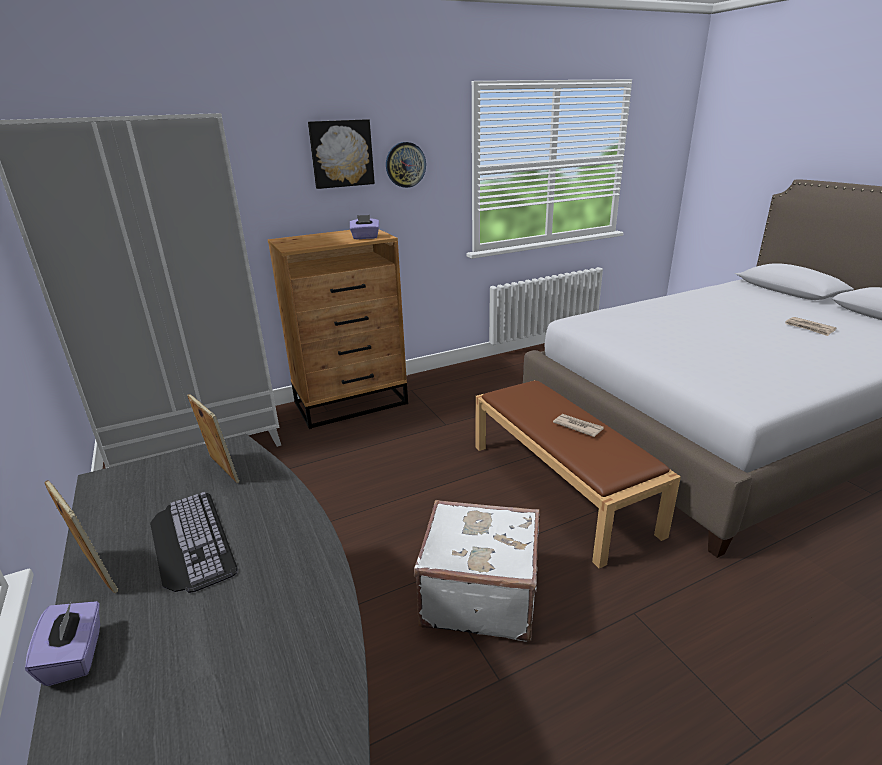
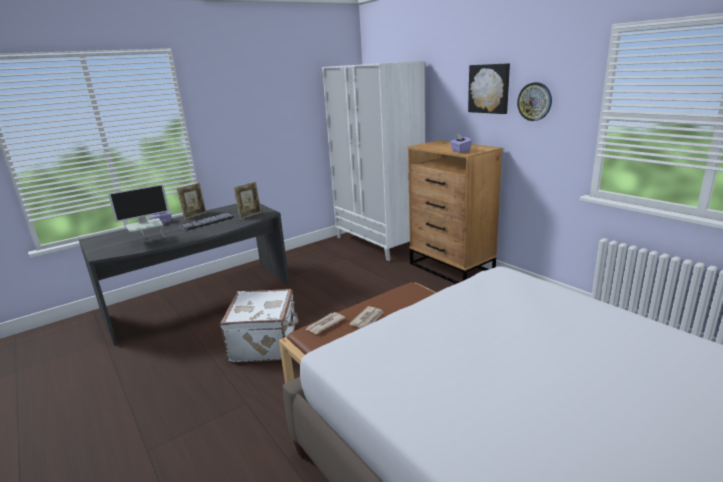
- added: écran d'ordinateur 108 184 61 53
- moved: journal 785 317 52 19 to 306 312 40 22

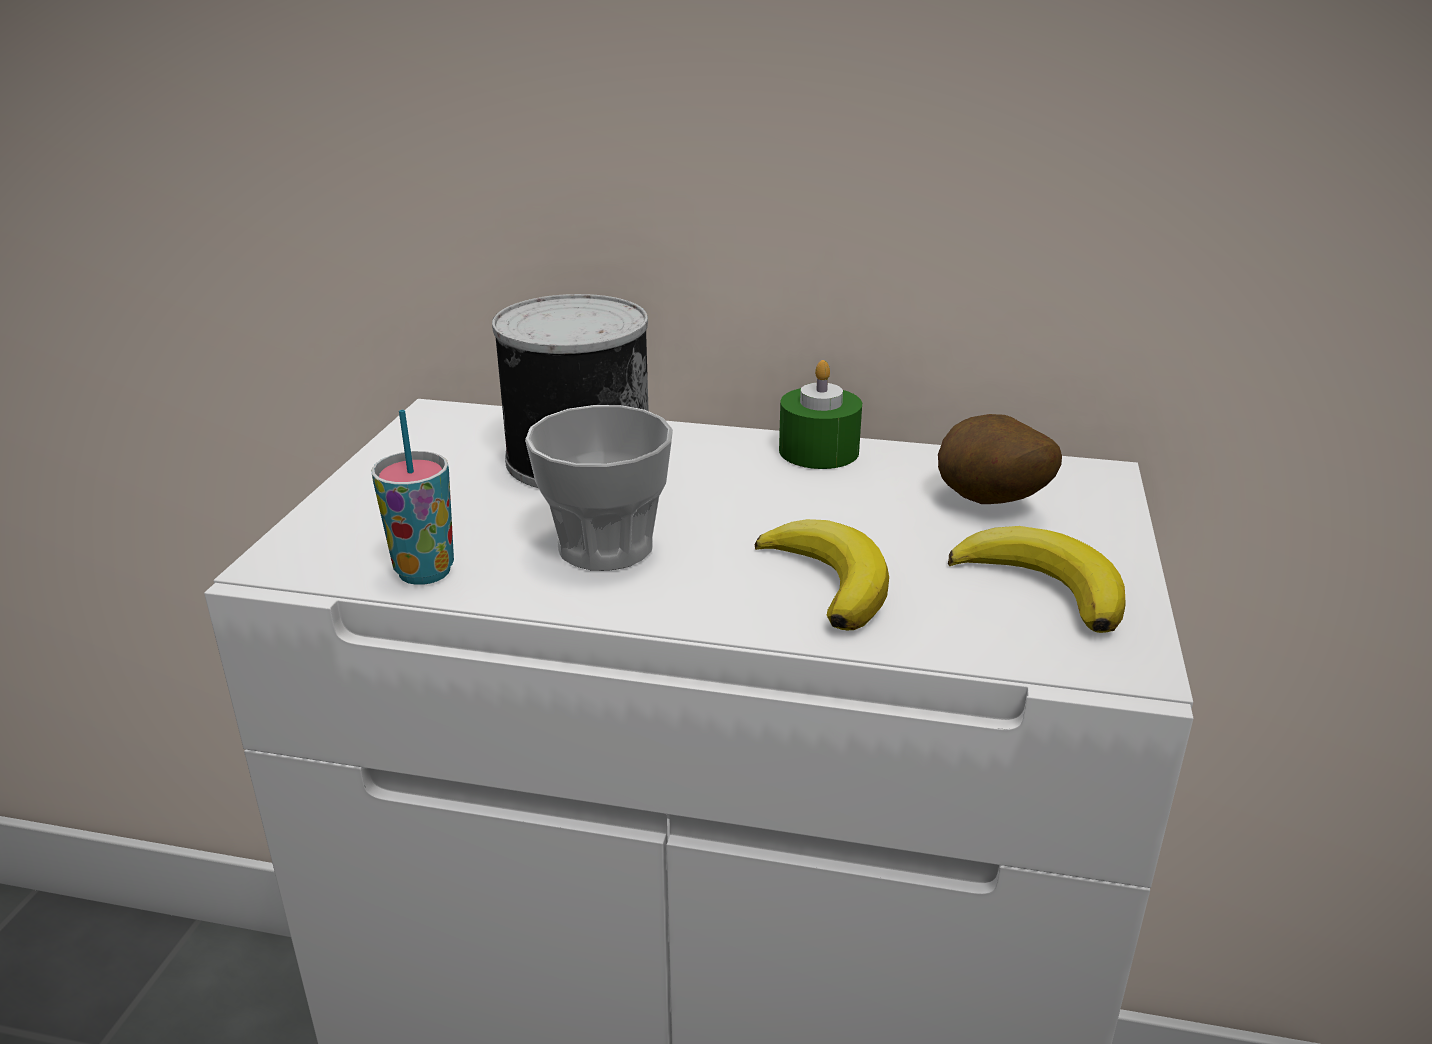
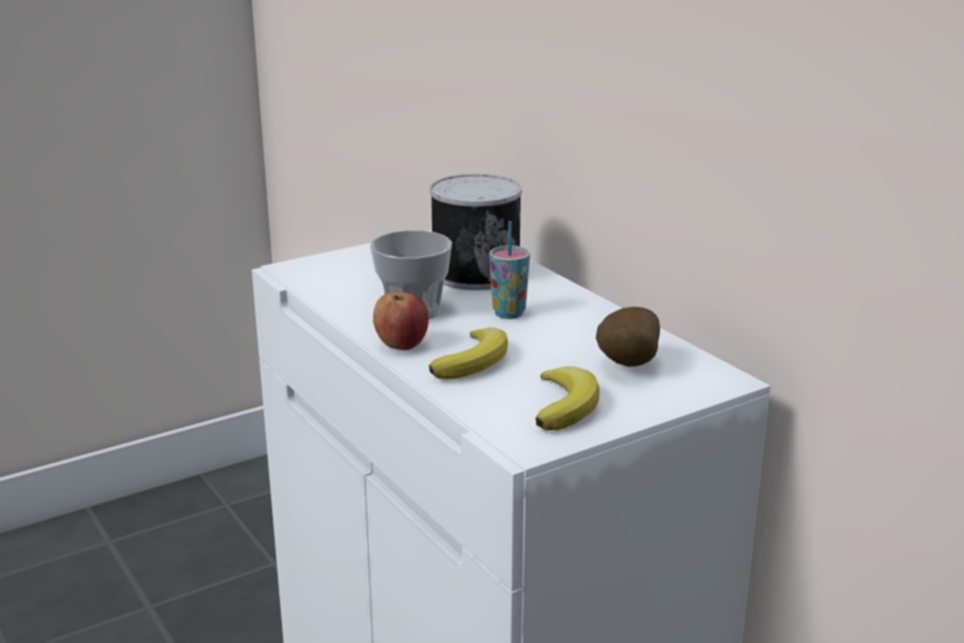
- added: pomme 373 291 56 59
- moved: tasse 371 410 83 175 to 489 221 41 98
- removed: bougie (vert) 779 360 83 109

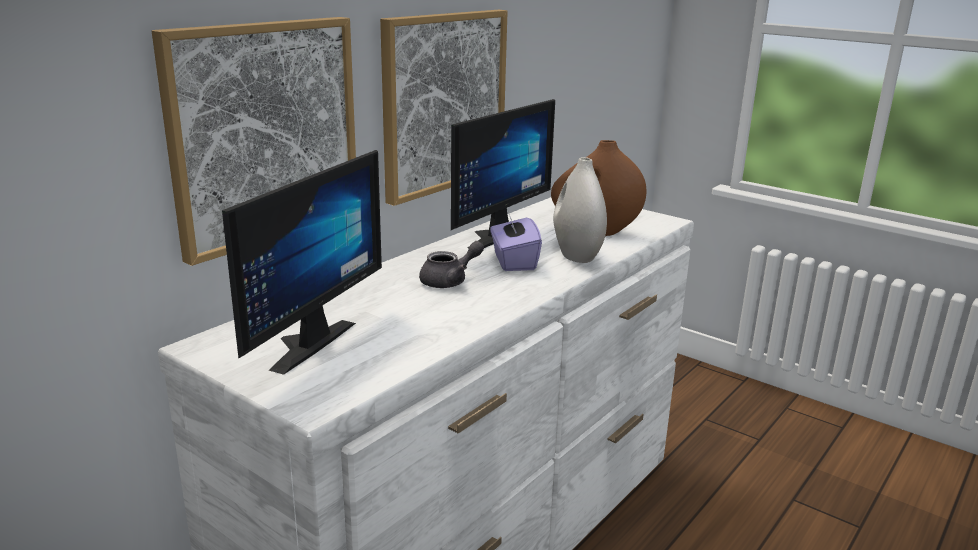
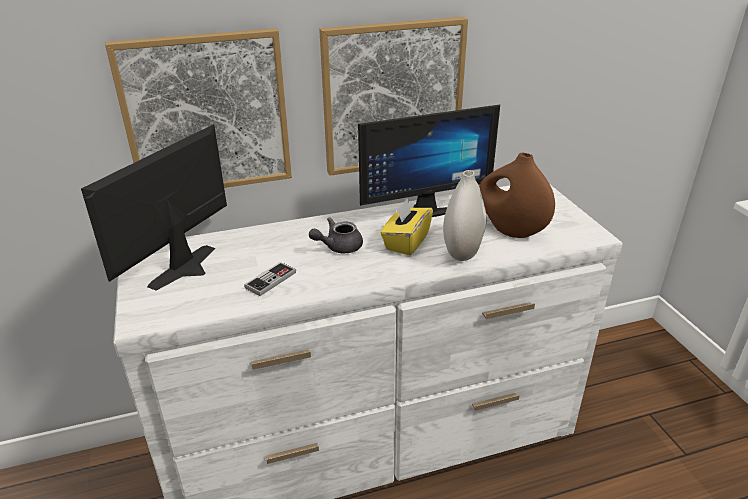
- turned: écran d'ordinateur 222 150 160 225 = 81 124 146 167 150 degrees clockwise
- added: manette 244 262 52 34
- turned: théière (gris) 419 241 65 47 = 309 217 54 36 150 degrees clockwise
- recoloured: boîte à mouchoirs (violet) 490 208 52 63 to boîte à mouchoirs (jaune) 380 198 53 57

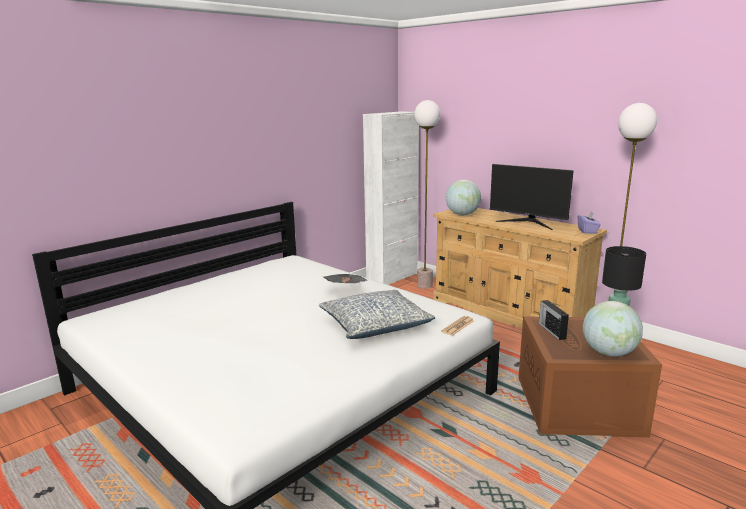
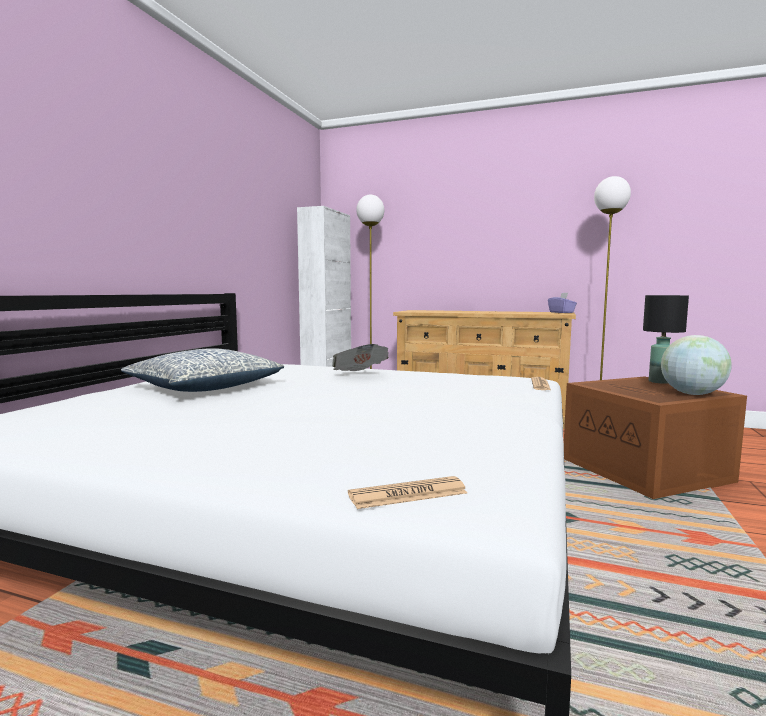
- moved: coussin 319 290 116 49 to 121 348 163 44
- added: journal 348 476 119 33
- removed: globe 446 180 35 35
- removed: écran d'ordinateur 490 164 84 66
- removed: radio 539 300 30 40

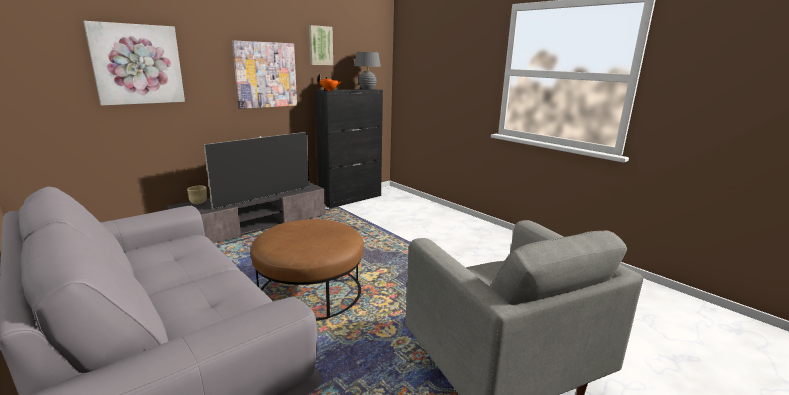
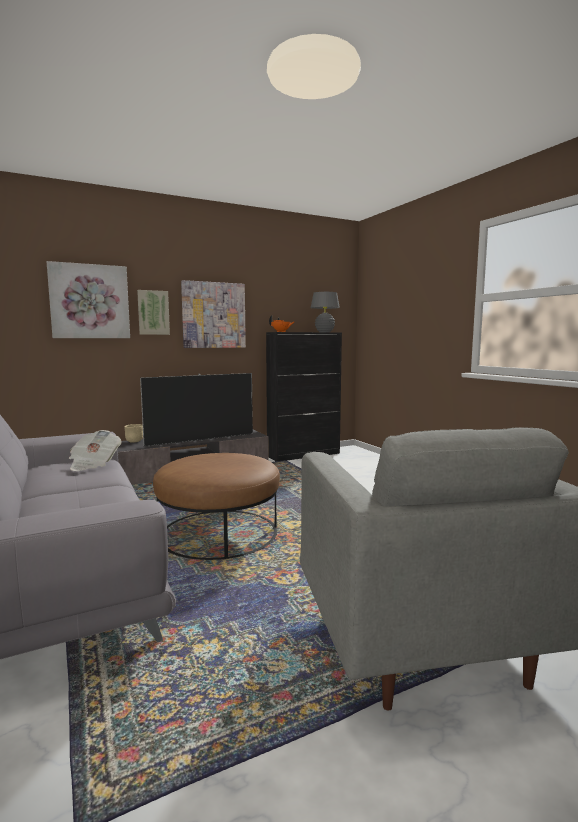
- added: journal 69 430 53 41
- moved: tableau 309 25 24 40 to 137 290 33 45

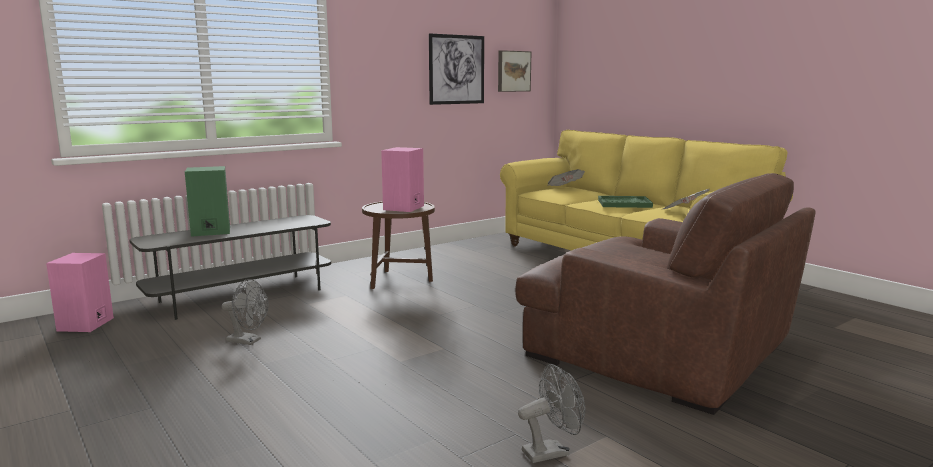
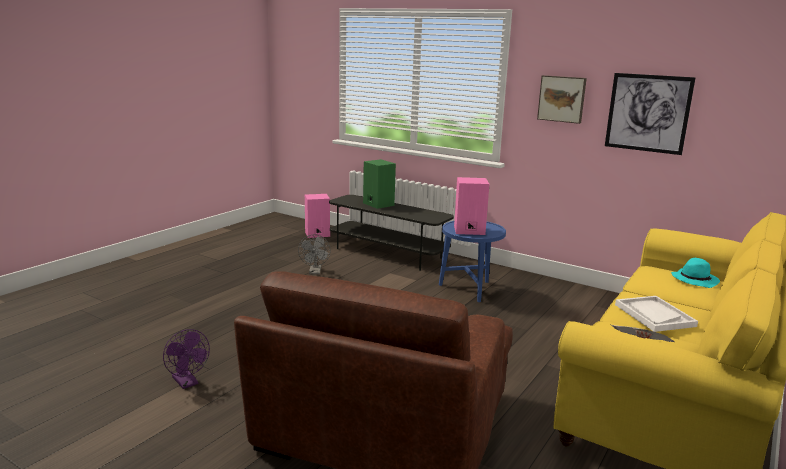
- recoloured: ventilateur (gris) 518 364 68 99 to ventilateur (violet) 163 329 47 60
- recoloured: table d'appoint (marron) 362 201 73 88 to table d'appoint (bleu) 439 221 67 81
- moved: tableau 498 50 33 42 to 537 75 50 49
- recoloured: plateau (vert) 598 196 55 12 to plateau (blanc) 615 296 83 36
- replaced: journal 547 169 38 17 to chapeau (turquoise) 671 258 49 30

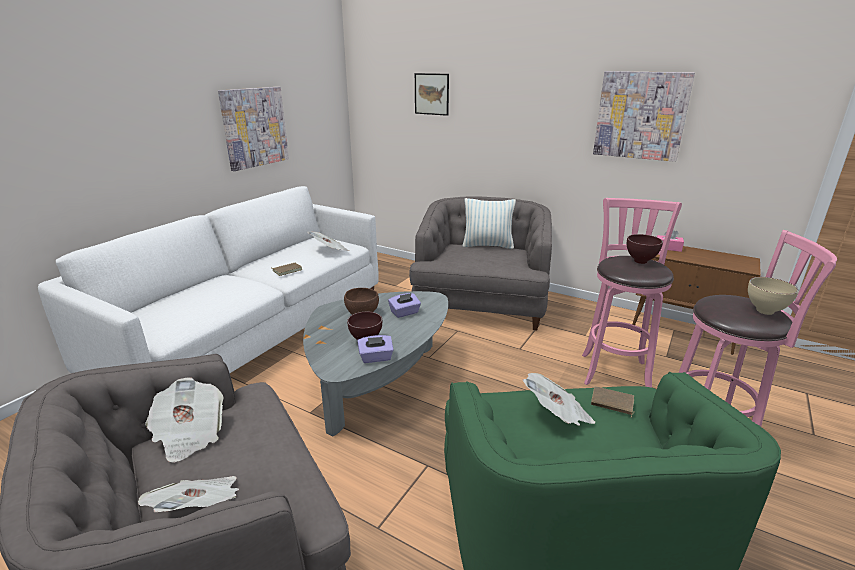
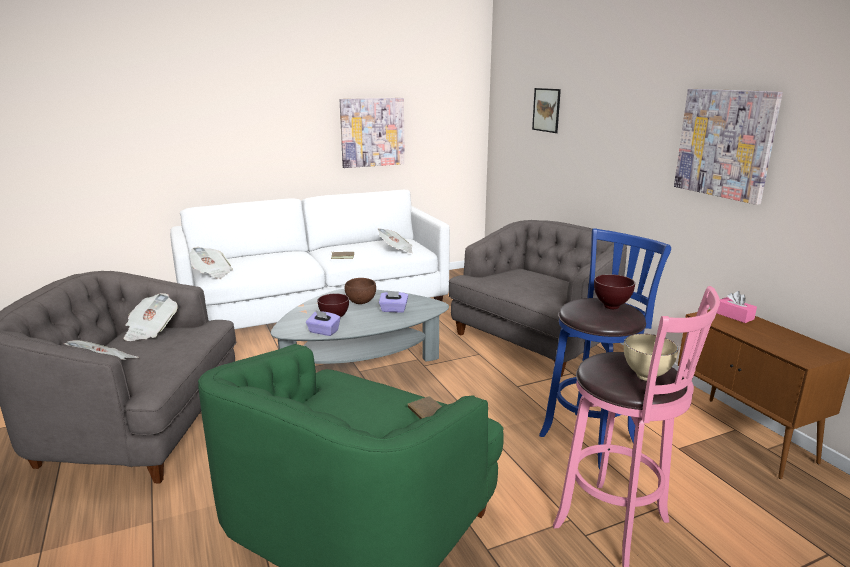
- moved: journal 523 373 72 53 to 189 247 44 32
- recoloured: tabouret (rose) 582 198 100 190 to tabouret (bleu) 539 228 132 242
- removed: coussin 462 198 54 51

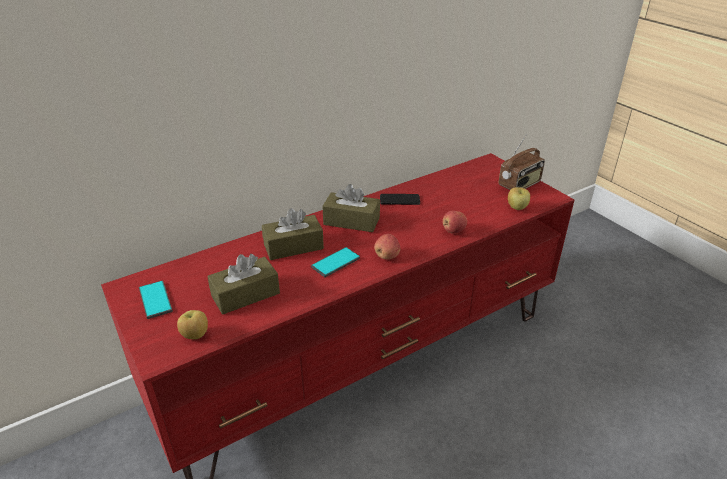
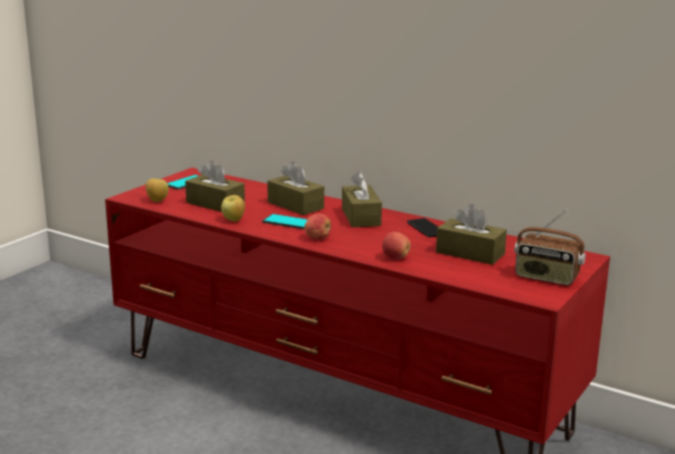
- moved: pomme 508 187 22 23 to 221 195 24 26
- added: boîte à mouchoirs (marron) 436 204 71 61

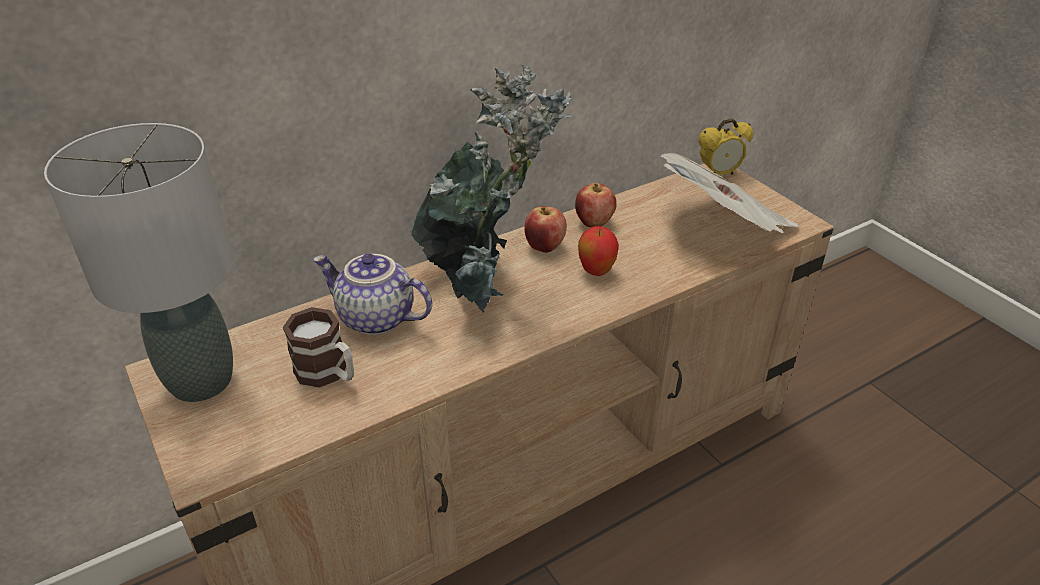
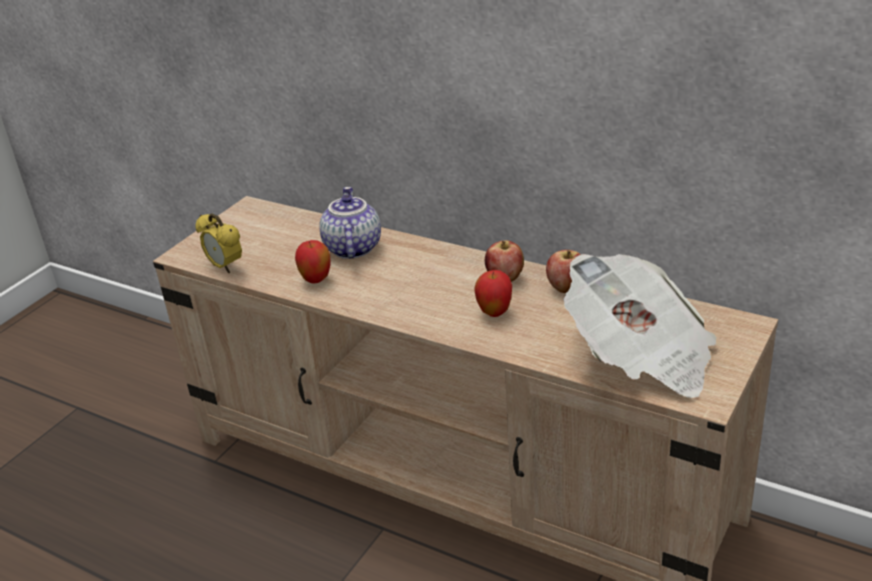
- moved: réveil 699 118 54 57 to 195 213 47 60
- added: pomme 295 240 36 43
- removed: lampe de table (gris) 44 123 190 279
- removed: mug 283 307 71 81
- removed: plante en pot 411 65 161 248

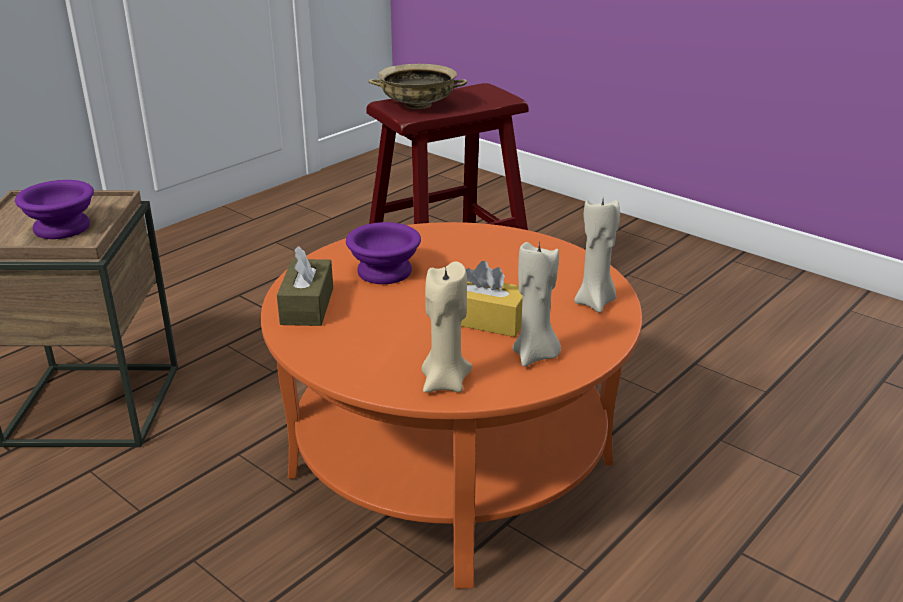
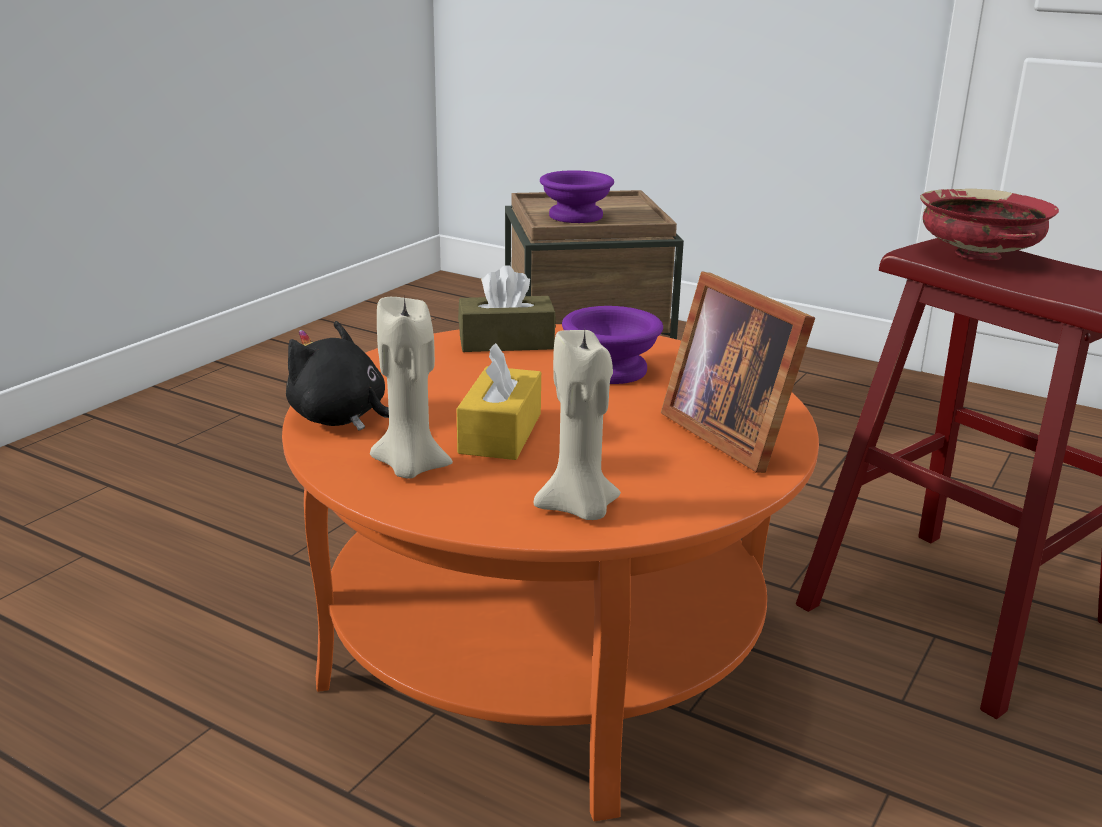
- replaced: bougie (beige) 422 261 50 132 to peluche (noir) 286 321 103 109
- added: cadre photo 661 272 154 201
- recoloured: bol (beige) 368 64 99 45 to bol (rouge) 920 189 139 72

